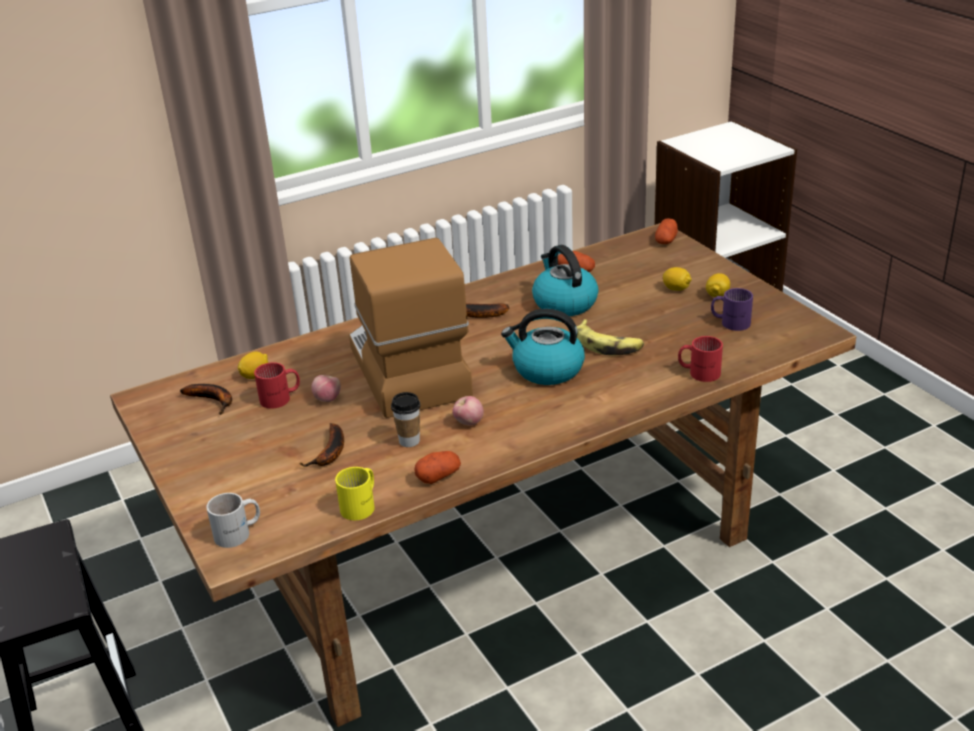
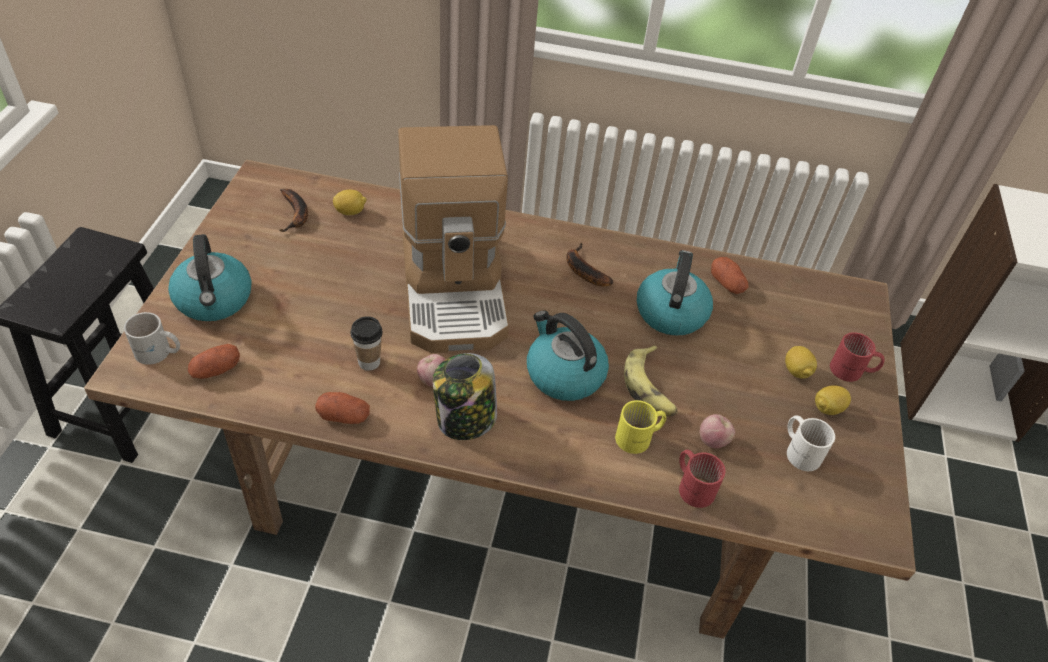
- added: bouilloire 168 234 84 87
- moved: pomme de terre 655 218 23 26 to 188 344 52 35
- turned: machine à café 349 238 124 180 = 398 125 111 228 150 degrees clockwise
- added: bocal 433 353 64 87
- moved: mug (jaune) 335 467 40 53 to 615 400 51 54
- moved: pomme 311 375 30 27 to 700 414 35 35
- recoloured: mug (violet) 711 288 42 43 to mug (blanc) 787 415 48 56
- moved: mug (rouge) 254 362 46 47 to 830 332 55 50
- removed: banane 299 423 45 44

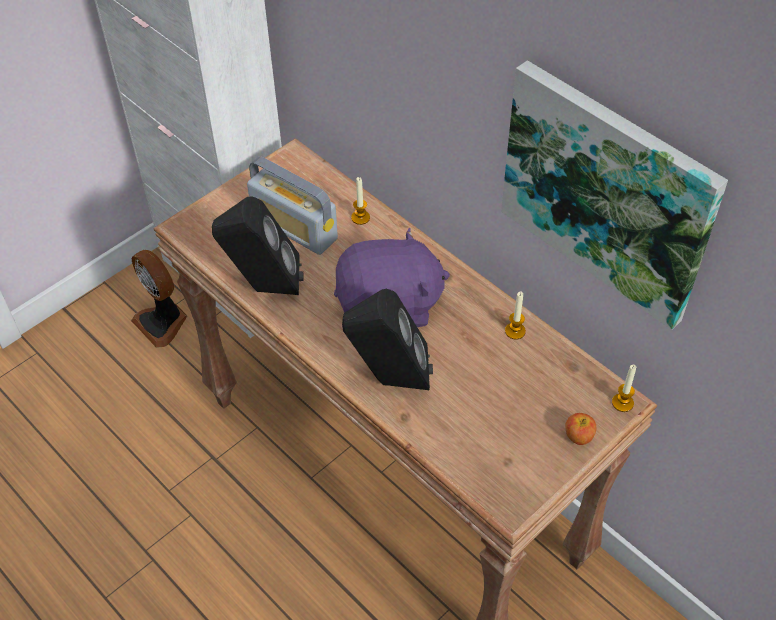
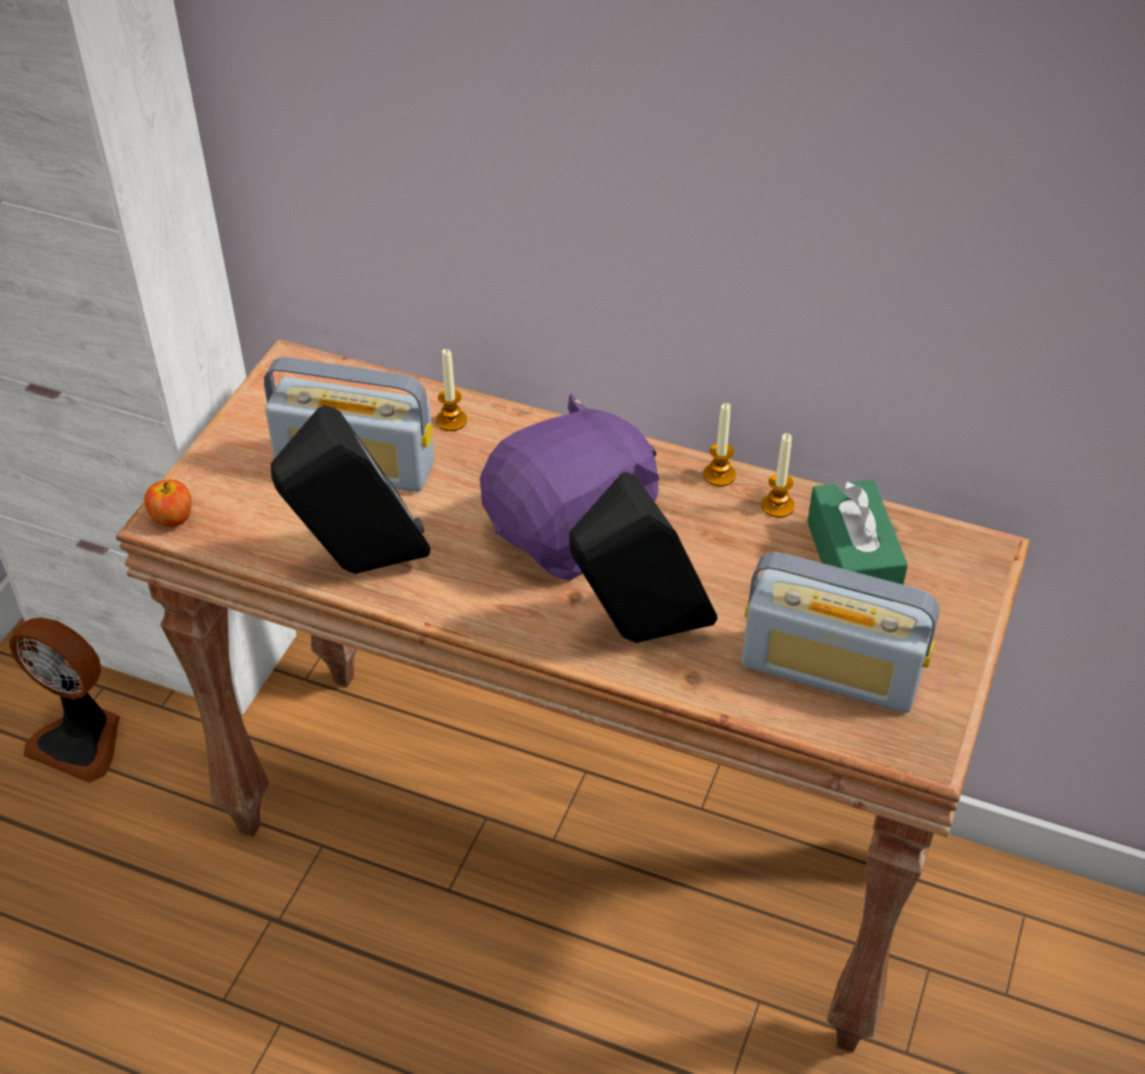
- moved: pomme 565 413 31 32 to 144 480 47 47
- moved: bougie 612 365 24 47 to 703 403 33 83
- added: radio 742 552 197 161
- added: boîte à mouchoirs (vert) 807 480 101 121
- removed: tableau 501 60 227 270

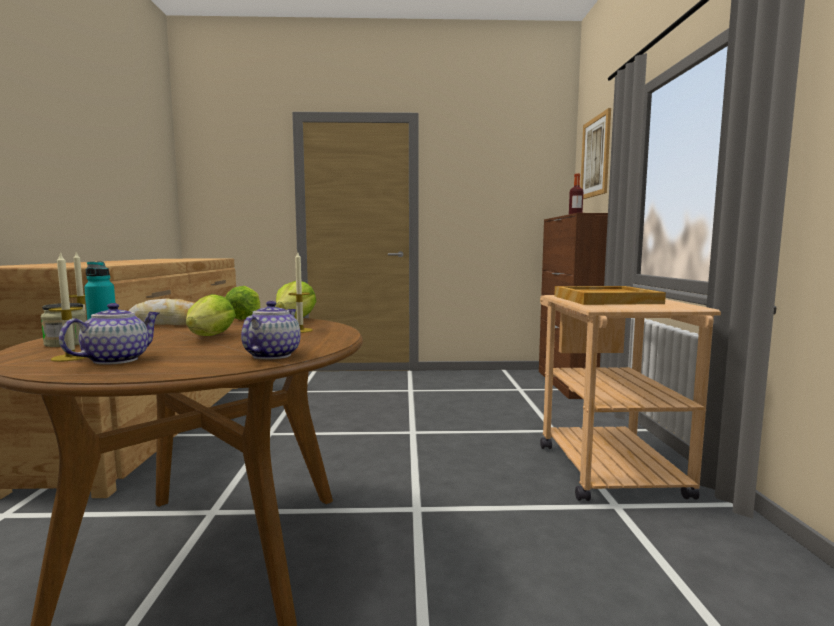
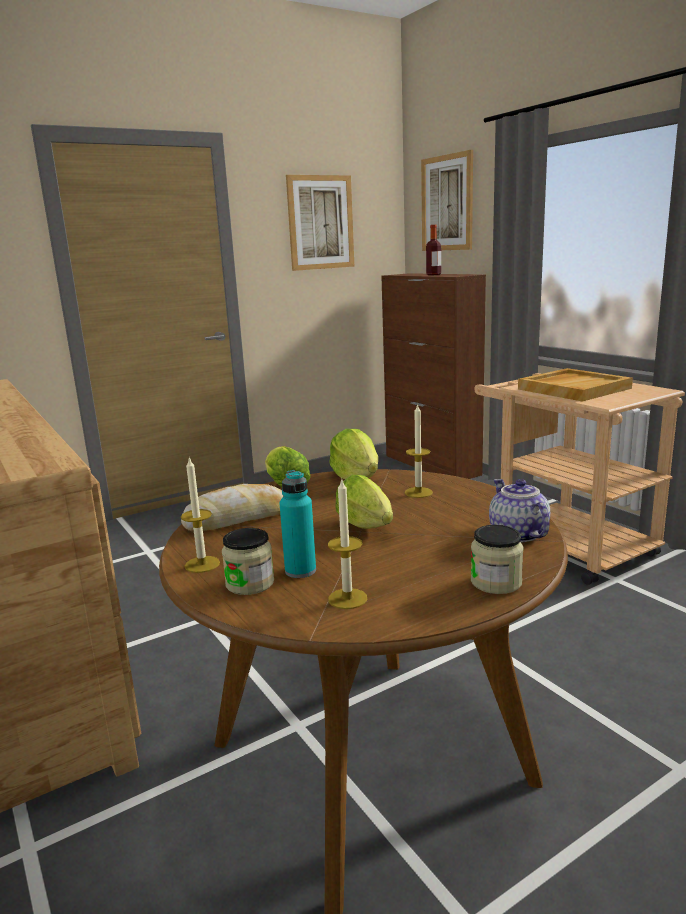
- added: tableau 286 175 68 96
- added: bocal 471 525 53 69
- removed: théière 59 303 101 62

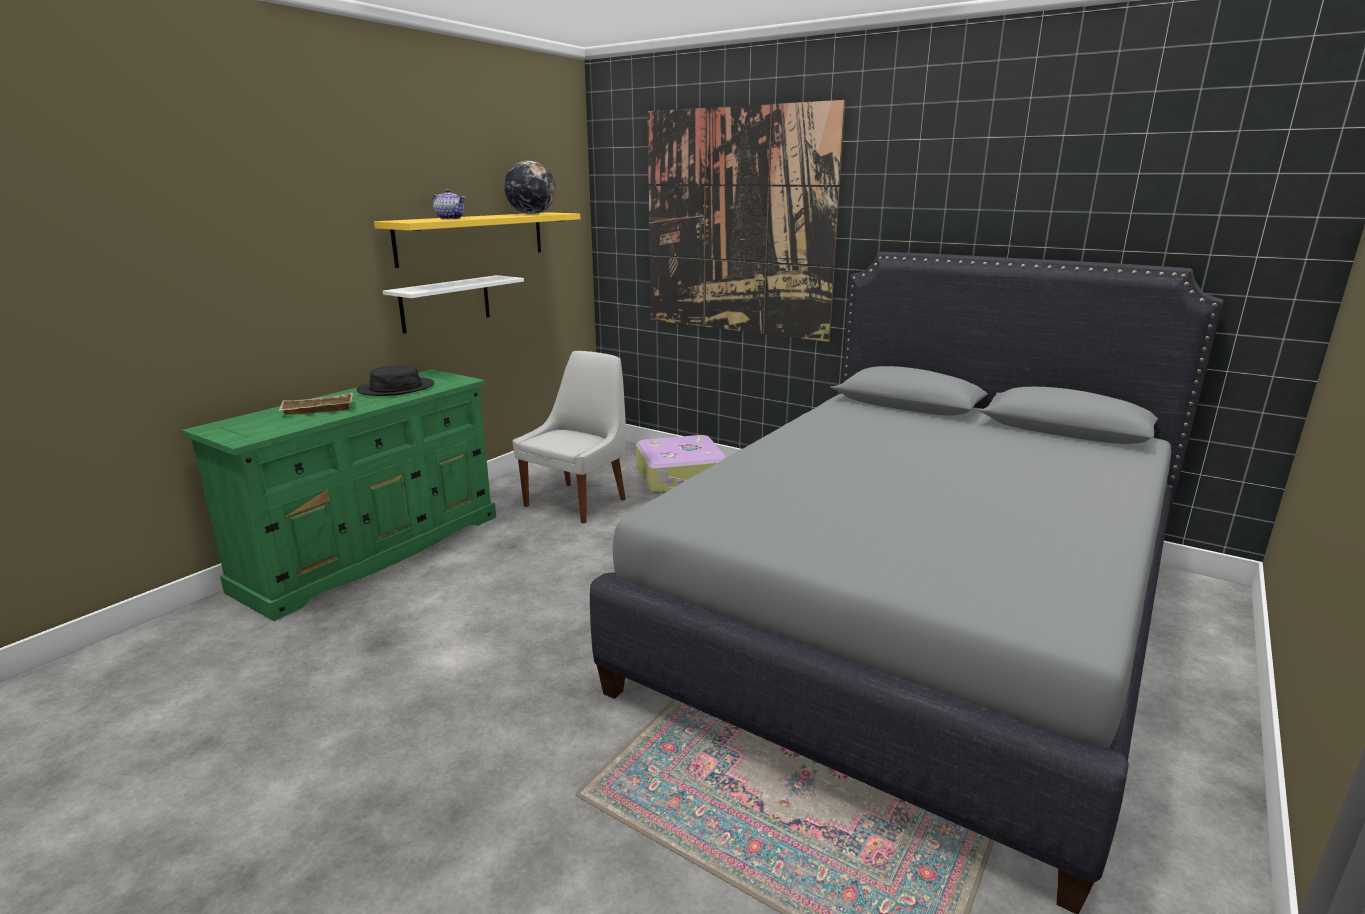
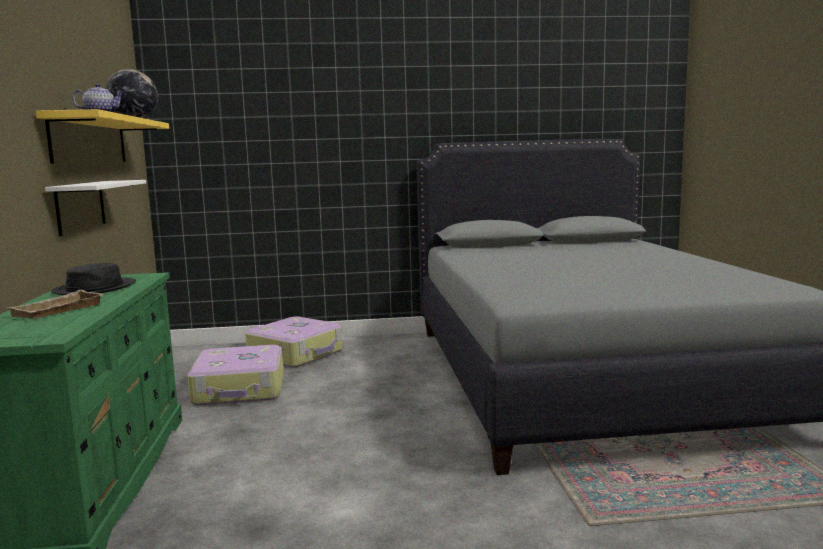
- replaced: chaise (blanc) 512 351 114 173 to valise 187 345 97 60
- removed: tableau 647 100 199 242

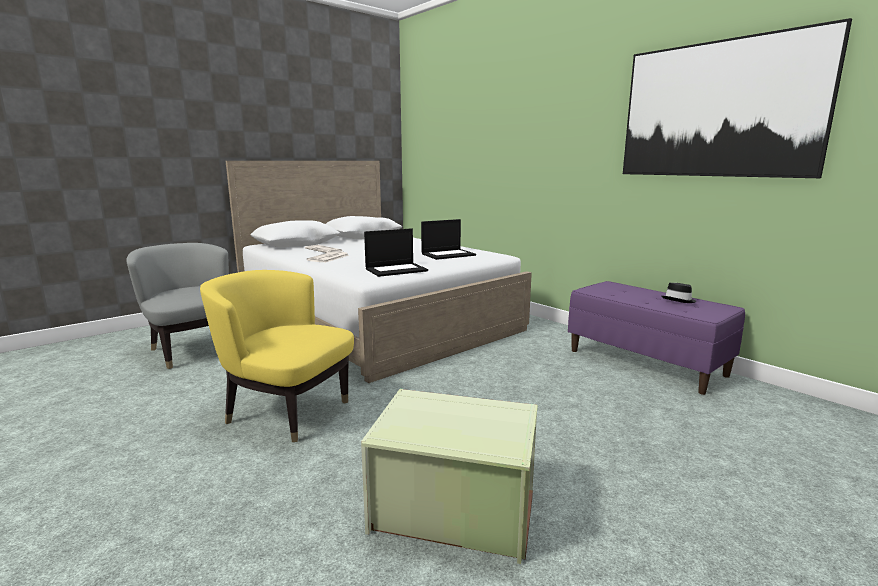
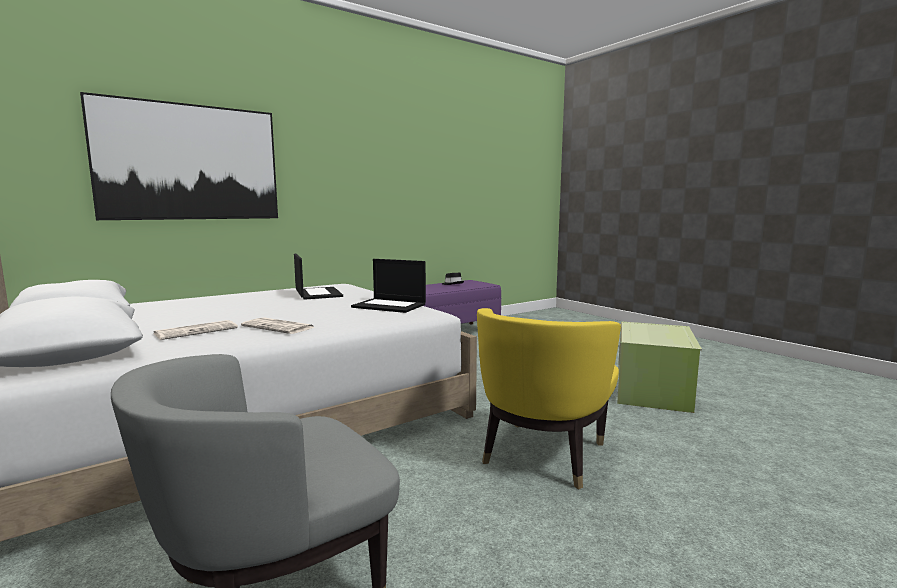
- moved: tableau 623 18 229 160 to 80 92 198 128
- turned: ordinateur portable 364 228 64 49 = 351 259 75 54 135 degrees clockwise

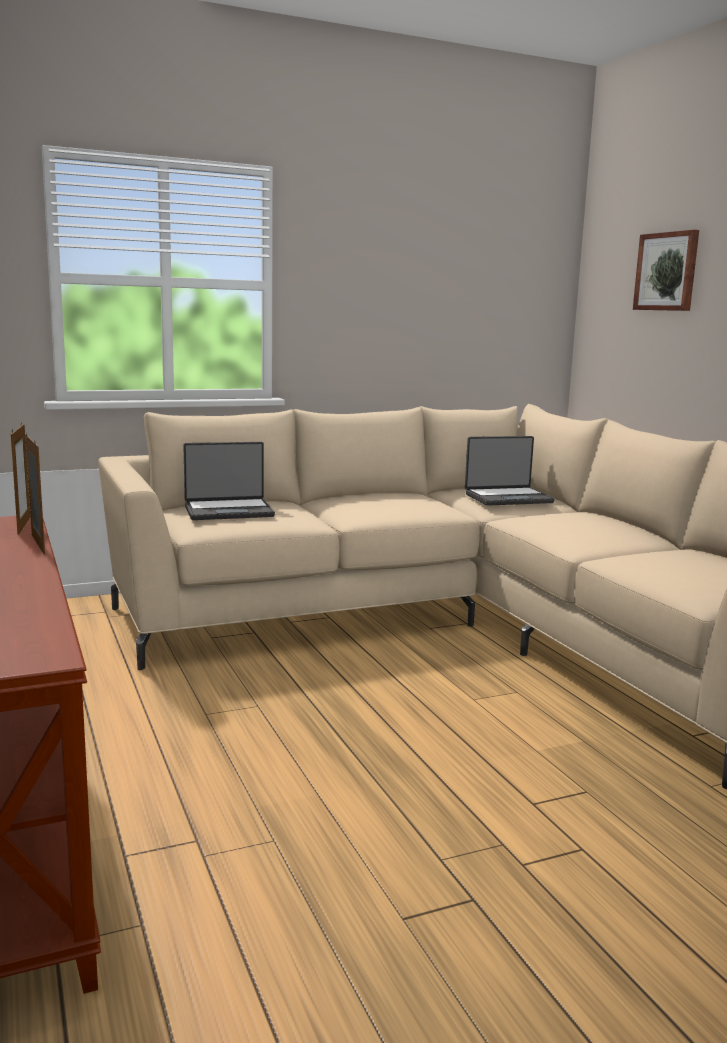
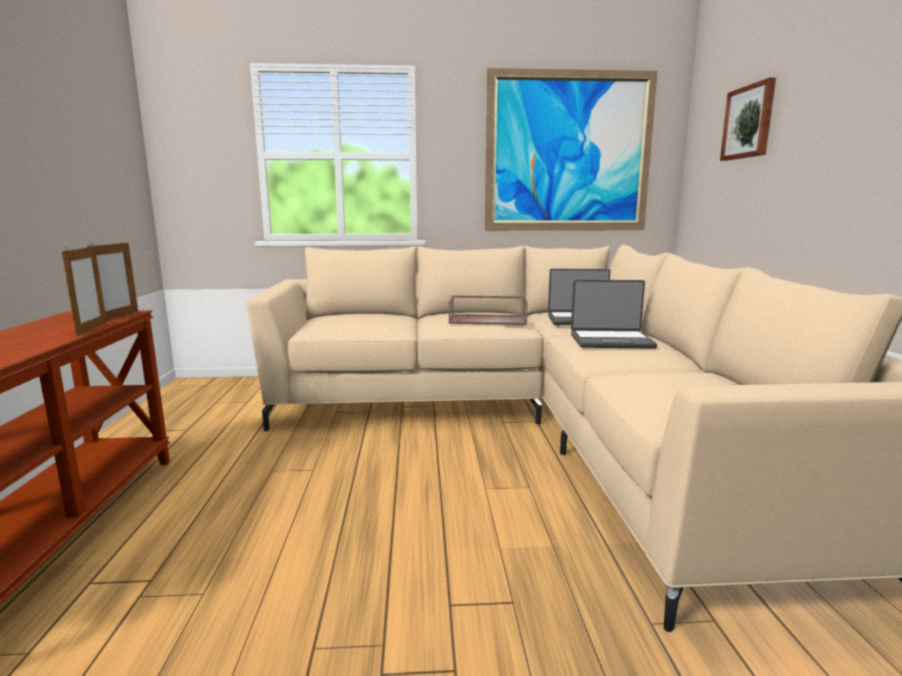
- added: plateau (marron) 448 295 80 30
- added: tableau 485 68 173 163
- moved: ordinateur portable 183 442 92 78 to 571 280 86 69

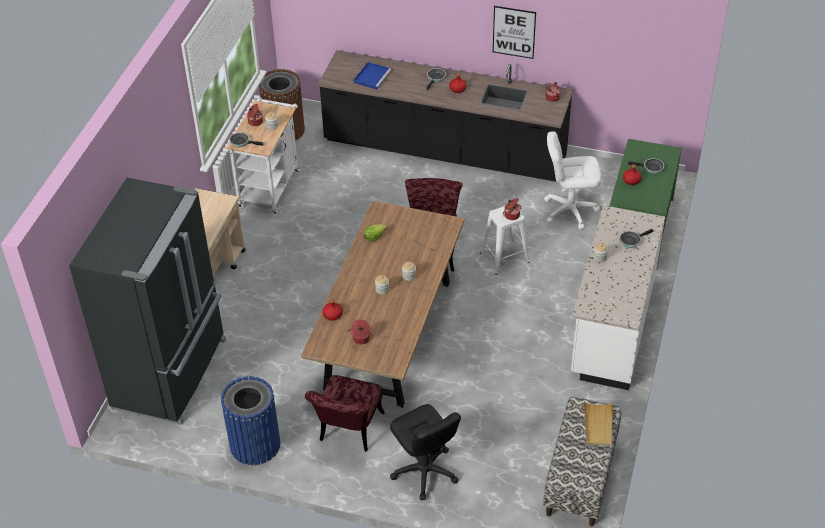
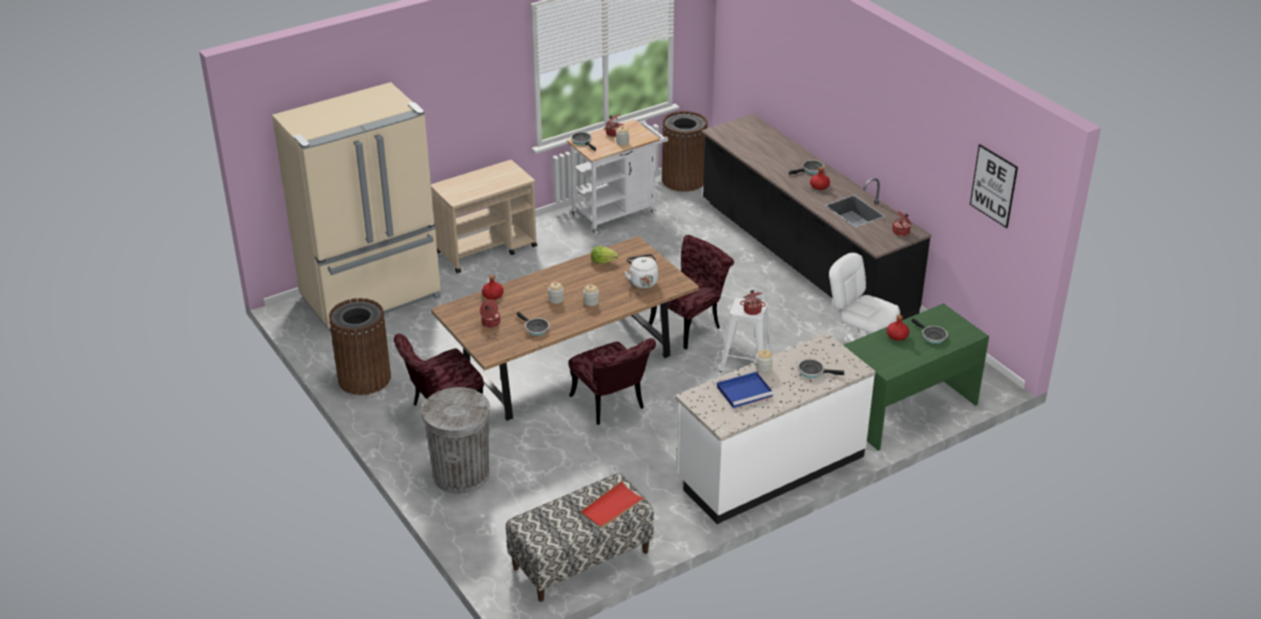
- recoloured: réfrigérateur (noir) 69 178 157 247 to réfrigérateur (beige) 272 82 169 250
- recoloured: poubelle (bleu) 221 376 59 89 to poubelle (marron) 329 298 62 97
- replaced: chaise de bureau (noir) 390 404 71 96 to poubelle (gris) 421 387 69 107
- added: poêle 517 312 33 24
- added: chaise (rouge) 569 338 87 87
- recoloured: plateau (beige) 584 402 29 44 to plateau (rouge) 580 481 66 48
- added: bouilloire (blanc) 624 254 34 34
- moved: plateau (bleu) 354 62 37 28 to 717 372 57 36
- moved: tableau 493 6 43 53 to 970 144 48 84

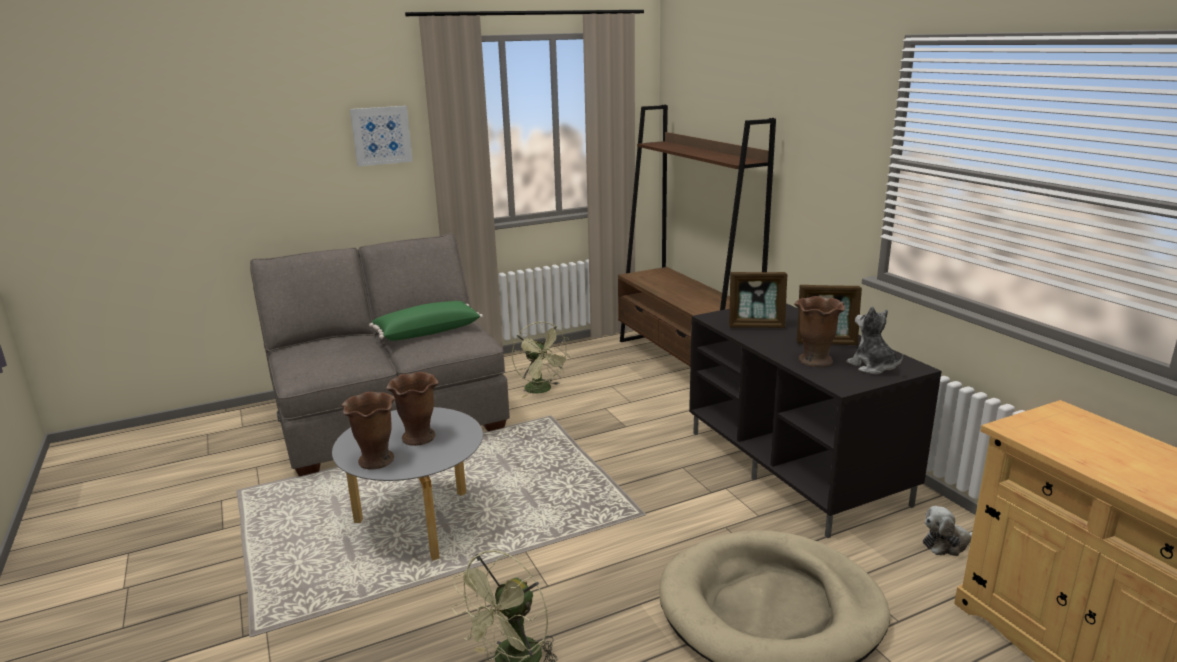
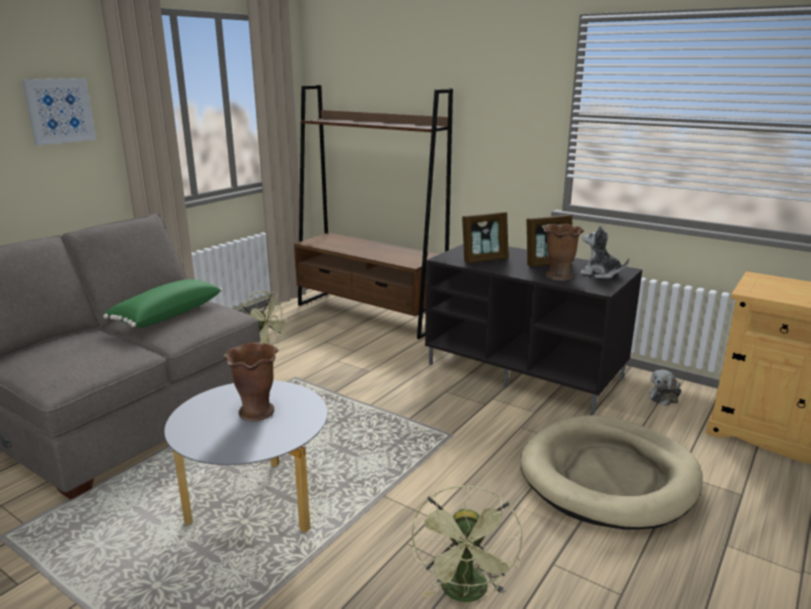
- removed: vase (marron) 342 392 54 78

